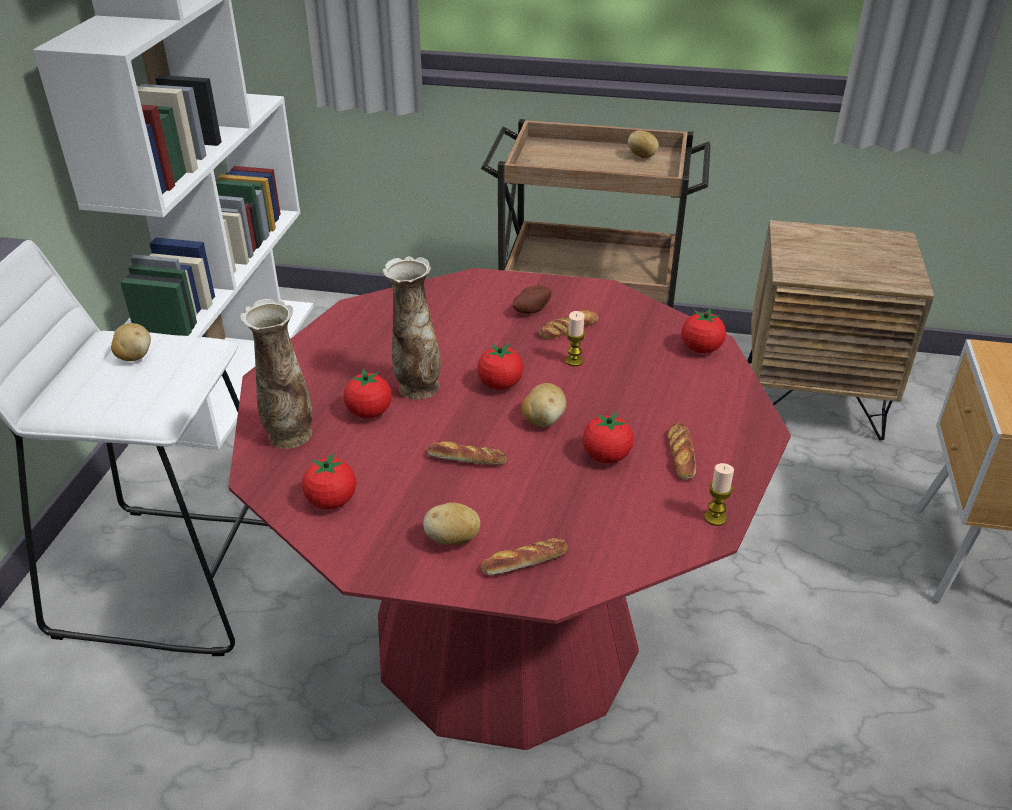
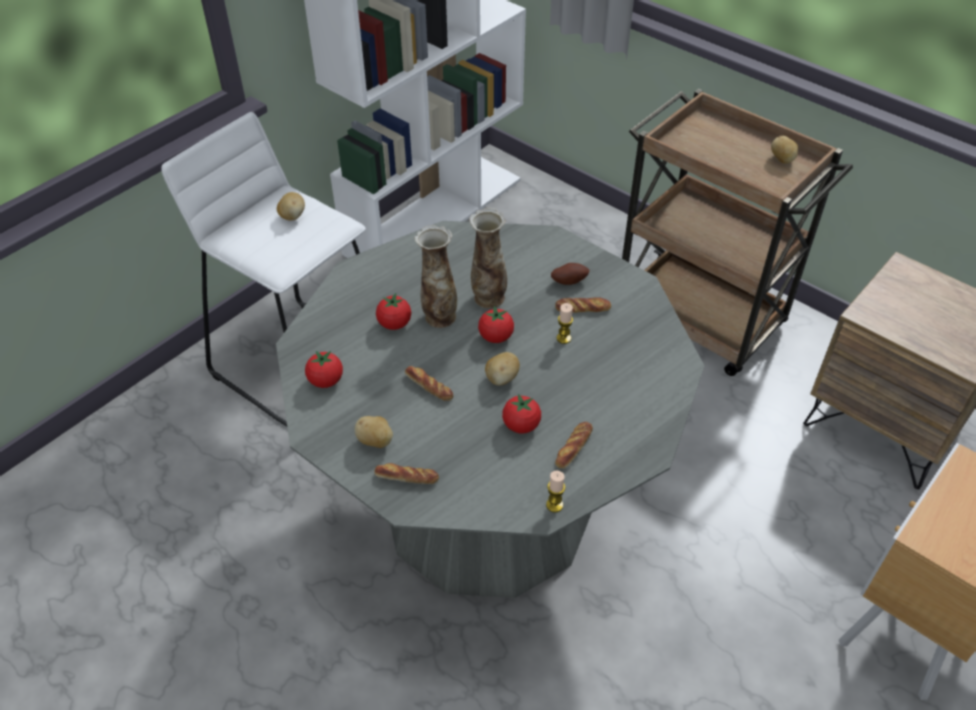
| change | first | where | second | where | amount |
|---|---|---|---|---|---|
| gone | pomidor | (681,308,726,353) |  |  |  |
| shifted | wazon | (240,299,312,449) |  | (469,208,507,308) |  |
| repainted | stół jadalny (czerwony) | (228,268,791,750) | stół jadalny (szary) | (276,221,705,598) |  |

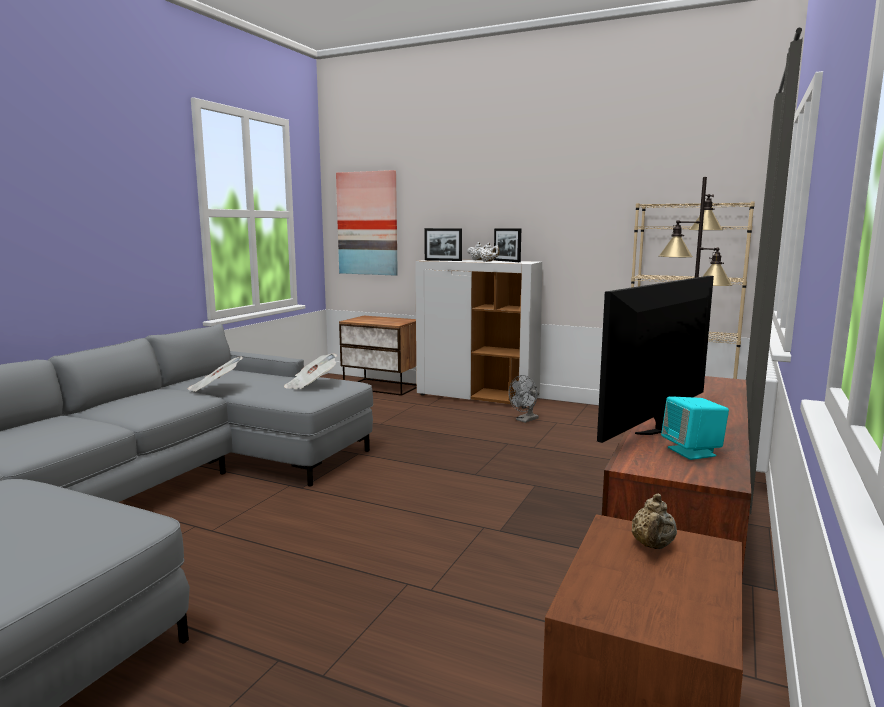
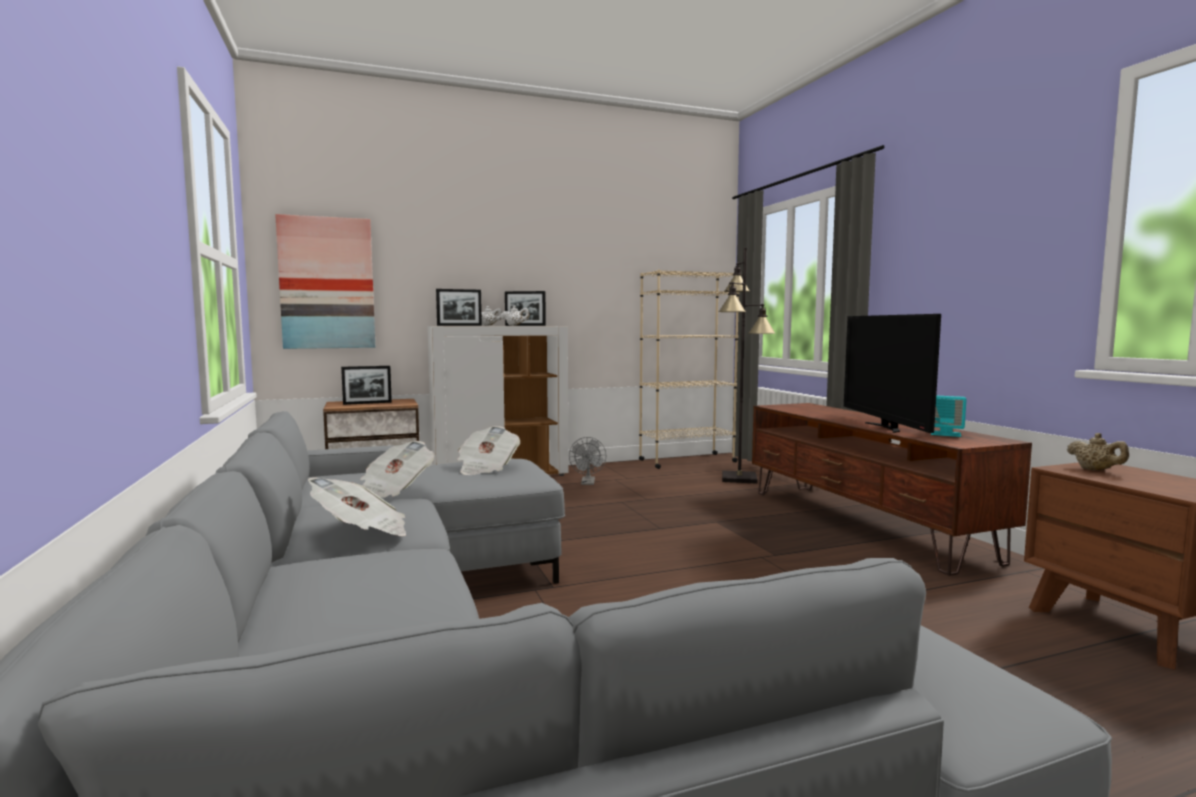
| change | first | where | second | where | amount |
|---|---|---|---|---|---|
| new |  |  | gazeta | (308,477,406,536) |  |
| new |  |  | ramka na zdjęcie | (341,366,392,405) |  |

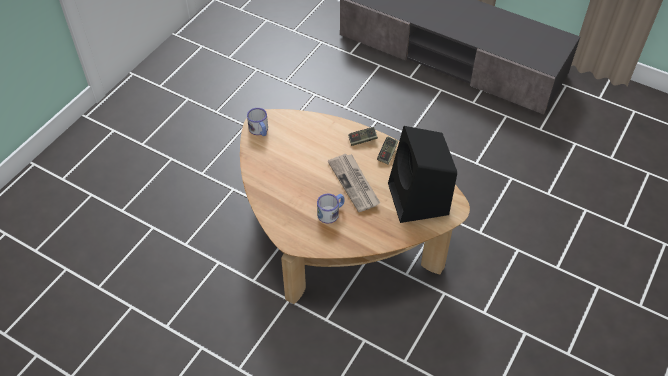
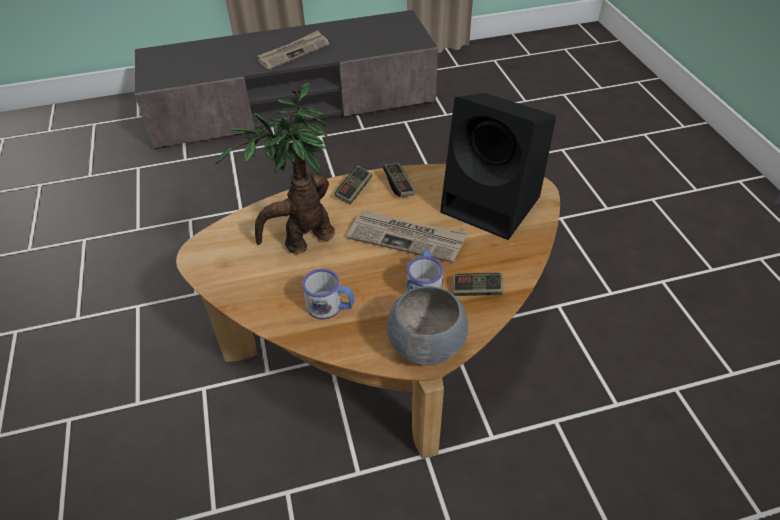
| change | first | where | second | where | amount |
|---|---|---|---|---|---|
| new |  |  | roślina doniczkowa | (215,82,335,254) |  |
| new |  |  | gazeta | (257,30,329,70) |  |
| new |  |  | miska (szary) | (387,286,468,365) |  |
| new |  |  | pad do gier | (453,273,503,296) |  |
| shifted | kubek | (247,108,268,136) |  | (302,269,354,319) |  |

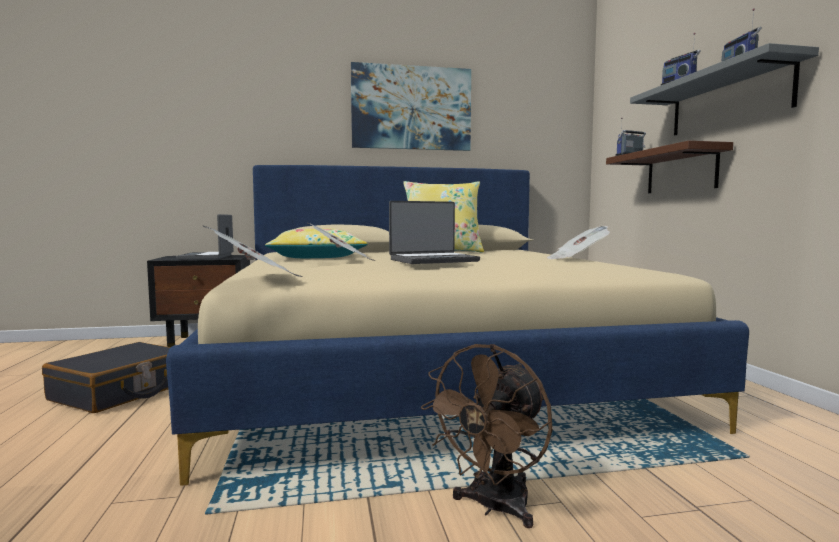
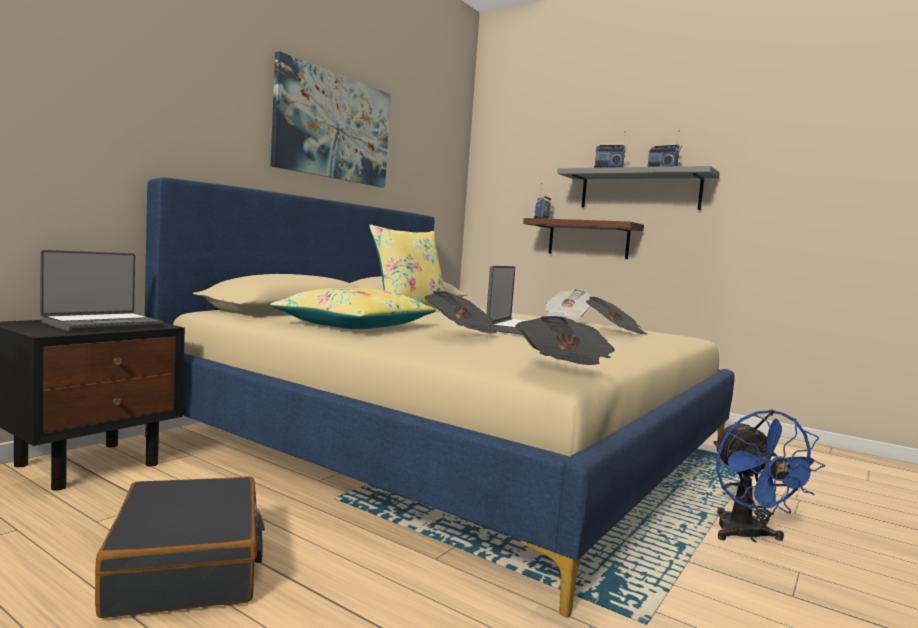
| change | first | where | second | where | amount |
|---|---|---|---|---|---|
| new |  |  | gazeta | (586,297,647,335) |  |
| repainted | wentylator (brązowy) | (421,344,553,528) | wentylator (niebieski) | (714,410,825,543) |  |
| rotated | laptop | (176,214,233,260) |  | (40,250,164,332) | 90 degrees counterclockwise |

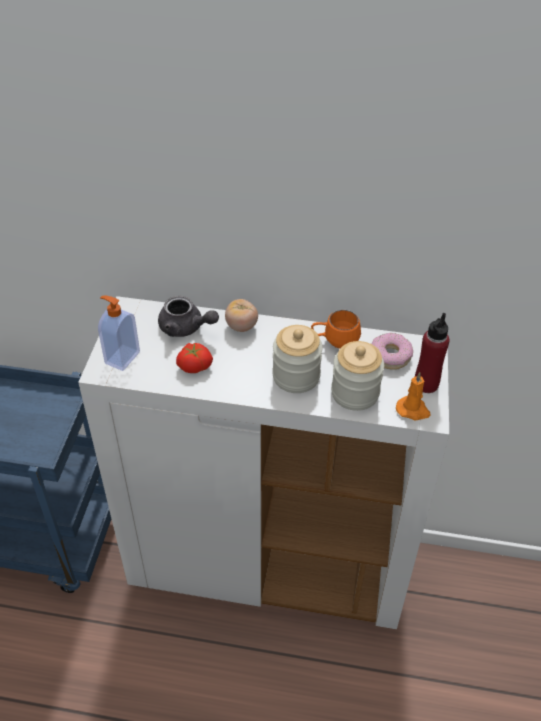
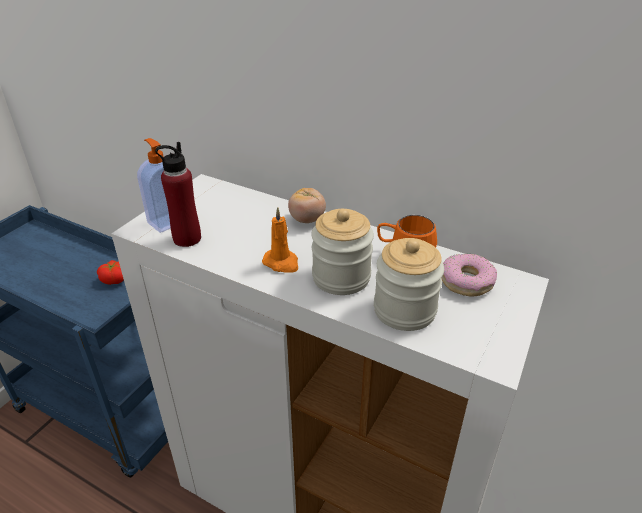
| change | first | where | second | where | amount |
|---|---|---|---|---|---|
| gone | imbryk (szary) | (158,296,219,337) |  |  |  |
| shifted | pomidor | (176,343,213,373) |  | (97,260,124,285) |  |
| shifted | świeca (pomarańczowy) | (396,372,431,420) |  | (262,207,298,273) |  |
| shifted | butelka (czerwony) | (415,313,449,393) |  | (155,142,201,247) |  |

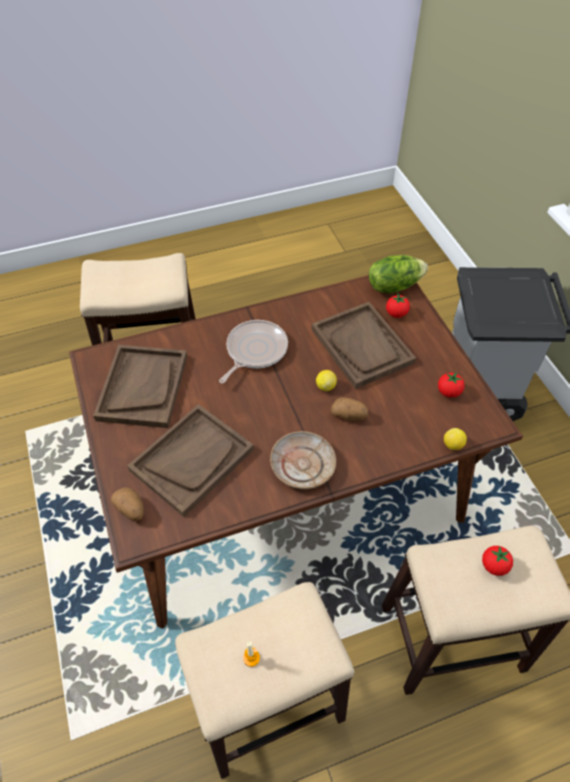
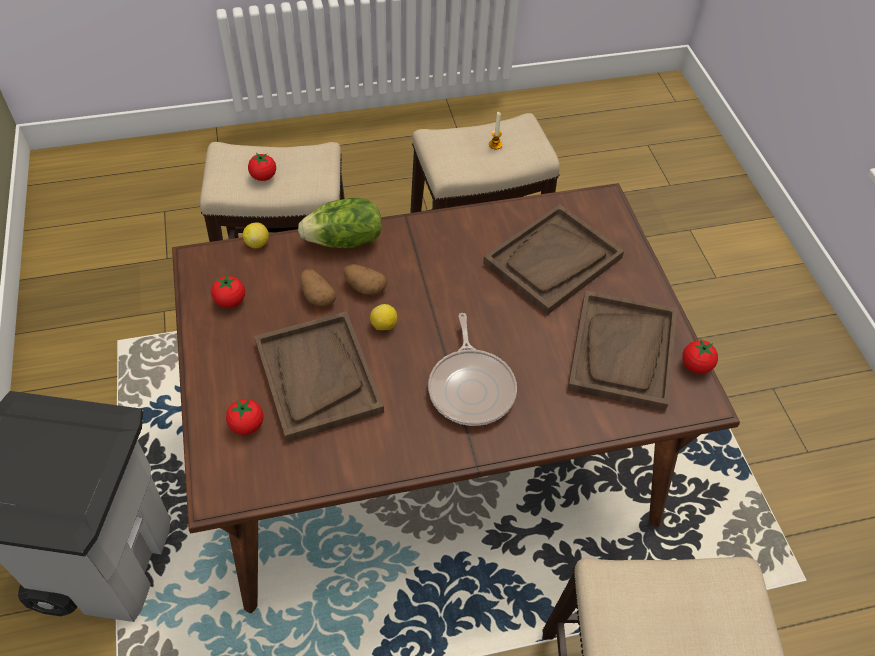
| change | first | where | second | where | amount |
|---|---|---|---|---|---|
| gone | talerz (beżowy) | (270,431,336,489) |  |  |  |
| new |  |  | pomidor | (683,340,718,374) |  |
| shifted | ziemniak | (111,488,144,521) |  | (300,269,336,306) |  |
| shifted | sałata | (369,255,428,293) |  | (298,198,382,248) |  |
| rotated | patelnia | (219,320,288,384) |  | (428,313,517,426) | 45 degrees counterclockwise |

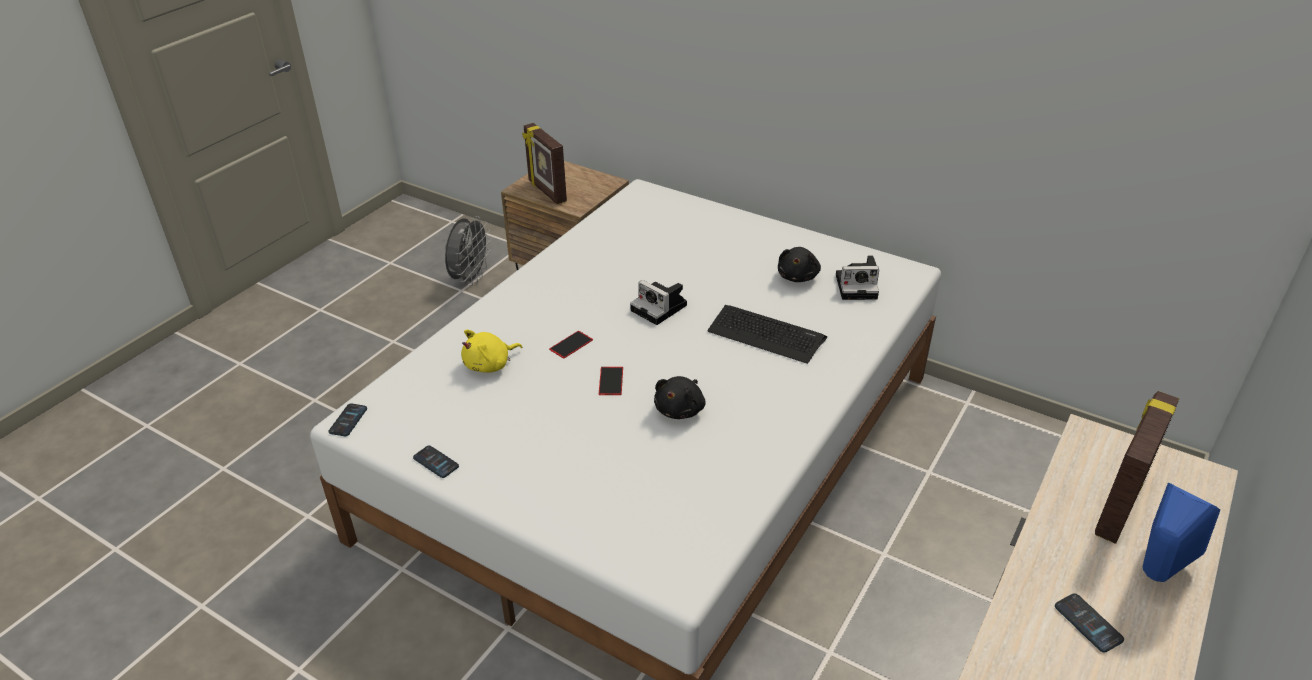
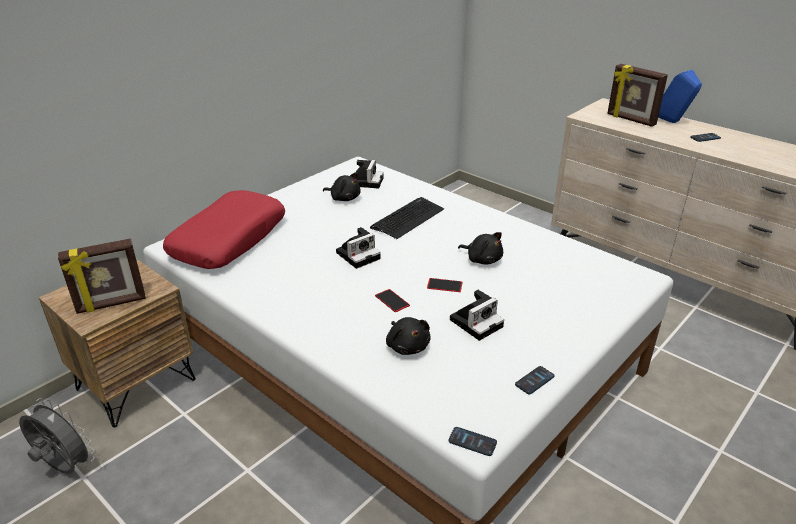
| change | first | where | second | where | amount |
|---|---|---|---|---|---|
| new |  |  | poduszka (czerwony) | (163,190,285,269) |  |
| new |  |  | aparat fotograficzny | (450,290,504,341) |  |
| repainted | pluszak (żółty) | (461,330,522,373) | pluszak (czarny) | (386,317,431,355) |  |

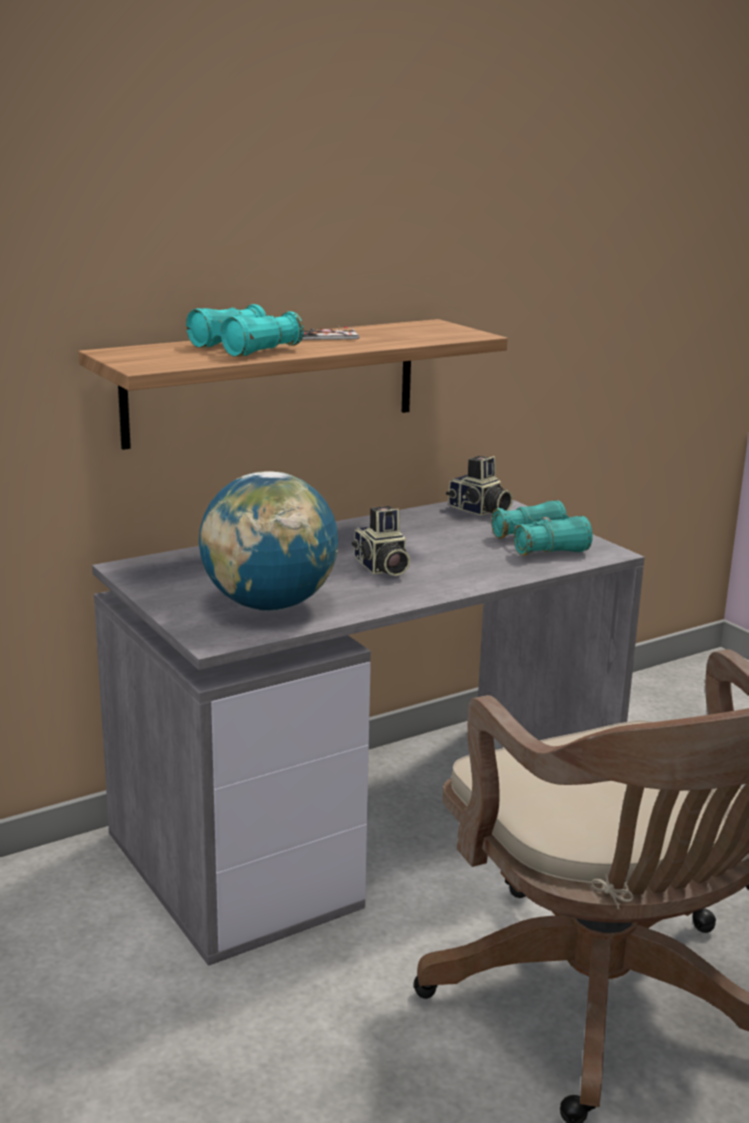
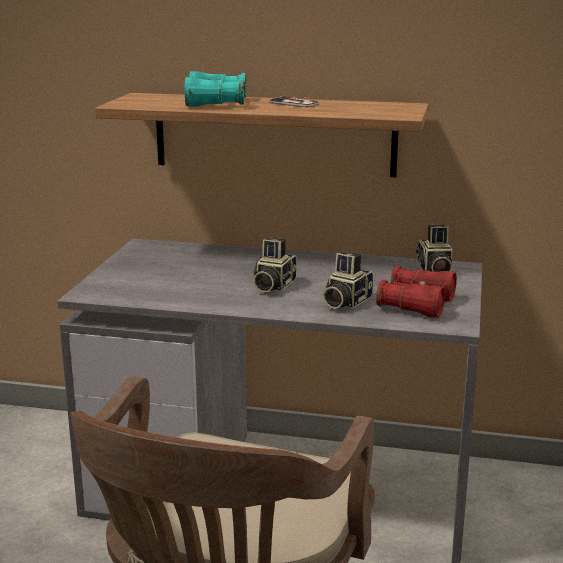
| change | first | where | second | where | amount |
|---|---|---|---|---|---|
| gone | globus | (199,471,338,611) |  |  |  |
| new |  |  | aparat fotograficzny | (323,252,373,309) |  |
| repainted | lornetka (turkusowy) | (491,501,593,556) | lornetka (czerwony) | (376,266,457,318) |  |

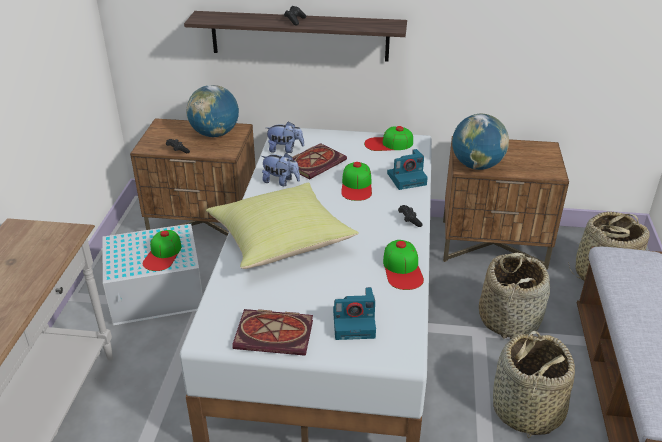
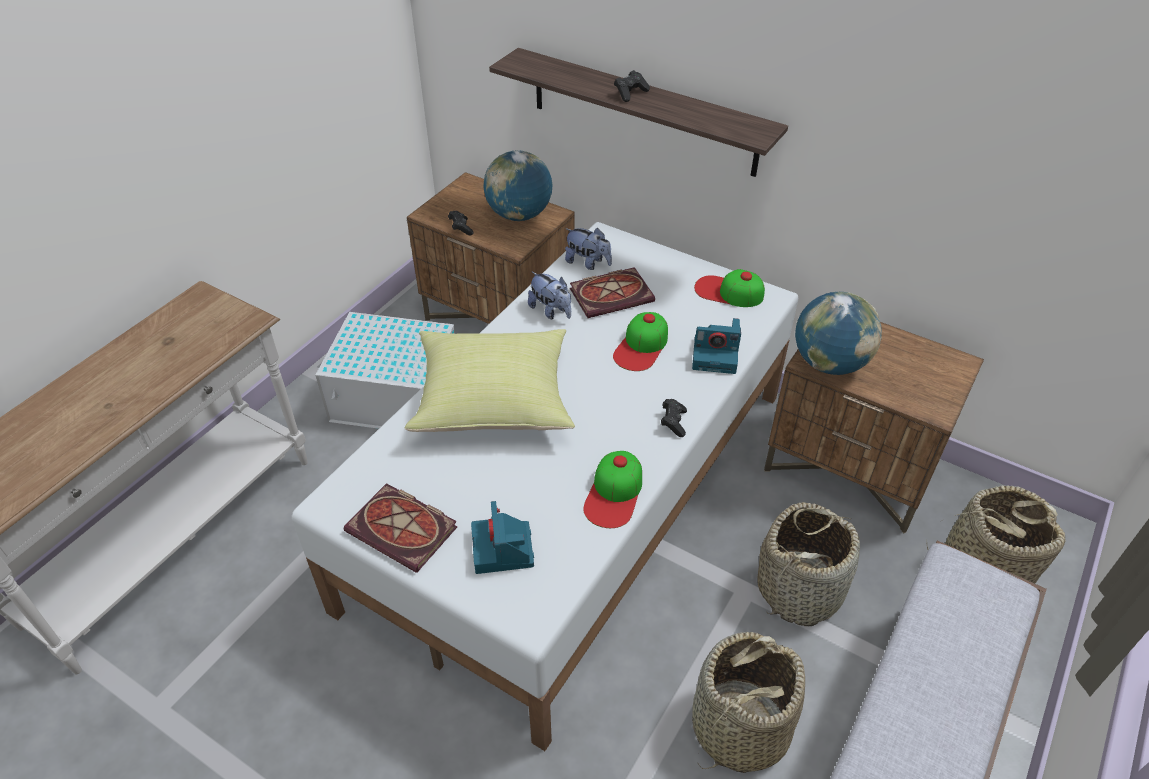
| change | first | where | second | where | amount |
|---|---|---|---|---|---|
| gone | czapka z daszkiem | (143,230,181,271) |  |  |  |
| rotated | aparat fotograficzny | (333,287,376,340) |  | (471,501,534,574) | 60 degrees clockwise |

